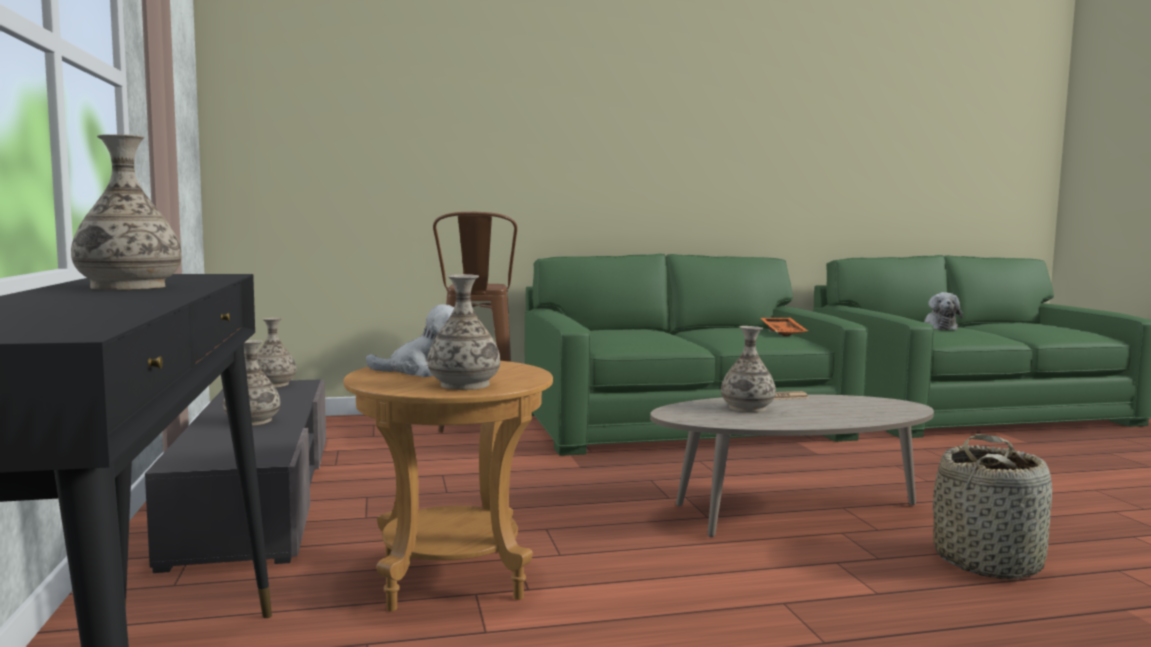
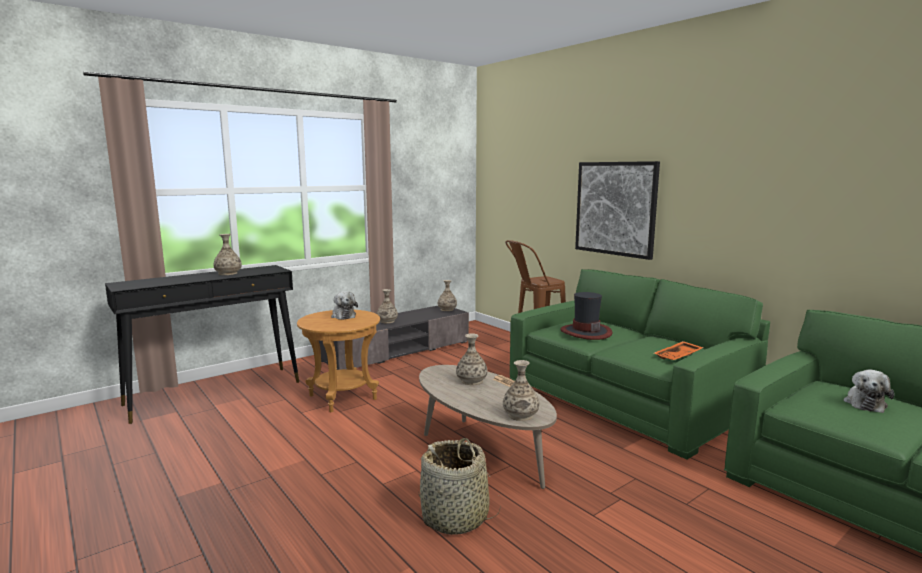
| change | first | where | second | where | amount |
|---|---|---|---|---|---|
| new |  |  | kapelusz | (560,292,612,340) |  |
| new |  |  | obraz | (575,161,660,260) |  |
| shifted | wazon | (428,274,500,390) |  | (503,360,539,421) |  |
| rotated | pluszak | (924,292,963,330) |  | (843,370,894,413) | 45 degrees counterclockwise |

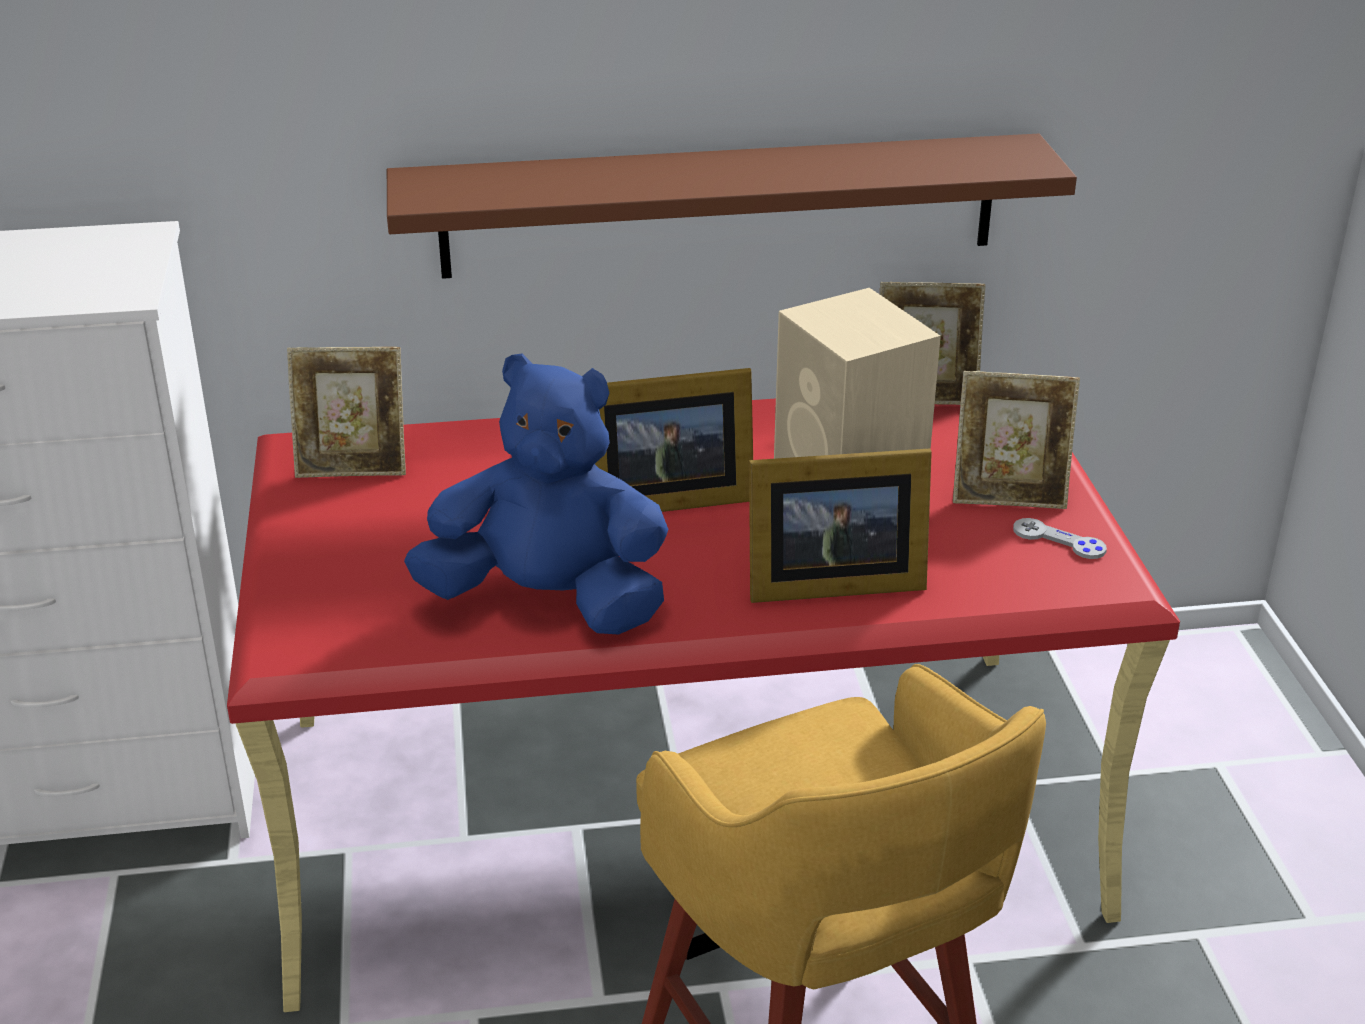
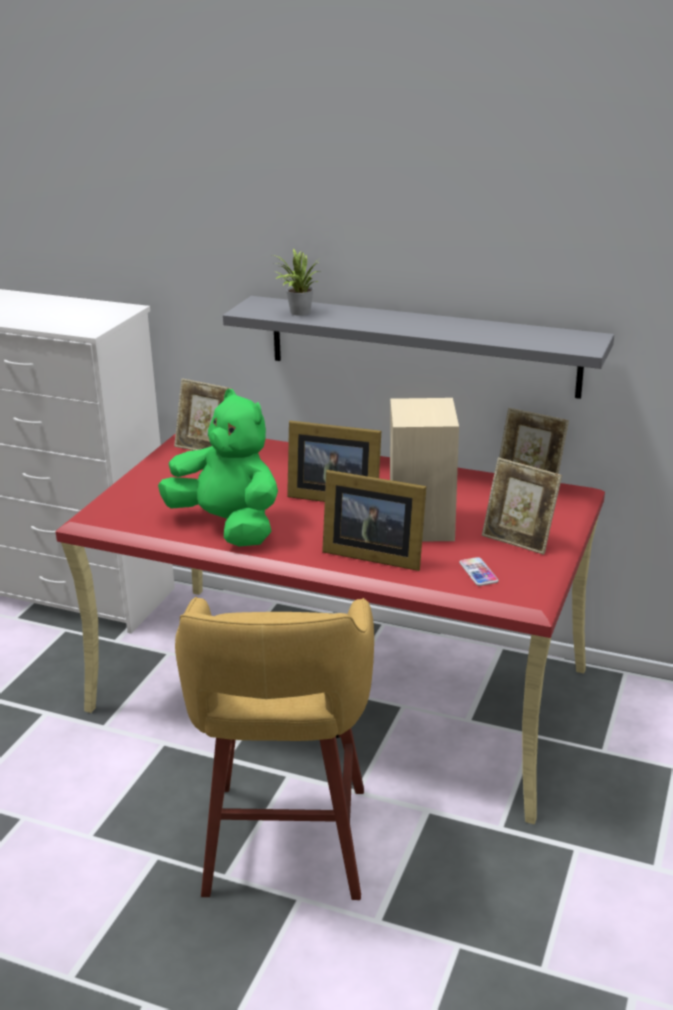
| change | first | where | second | where | amount |
|---|---|---|---|---|---|
| gone | pad do gier (szary) | (1013,518,1107,559) |  |  |  |
| new |  |  | roślina doniczkowa | (272,249,320,316) |  |
| new |  |  | telefon | (459,557,499,586) |  |
| repainted | półka (brązowy) | (387,134,1077,279) | półka (szary) | (223,296,614,399) |  |
| repainted | pluszak (niebieski) | (404,354,668,635) | pluszak (zielony) | (158,389,278,547) |  |

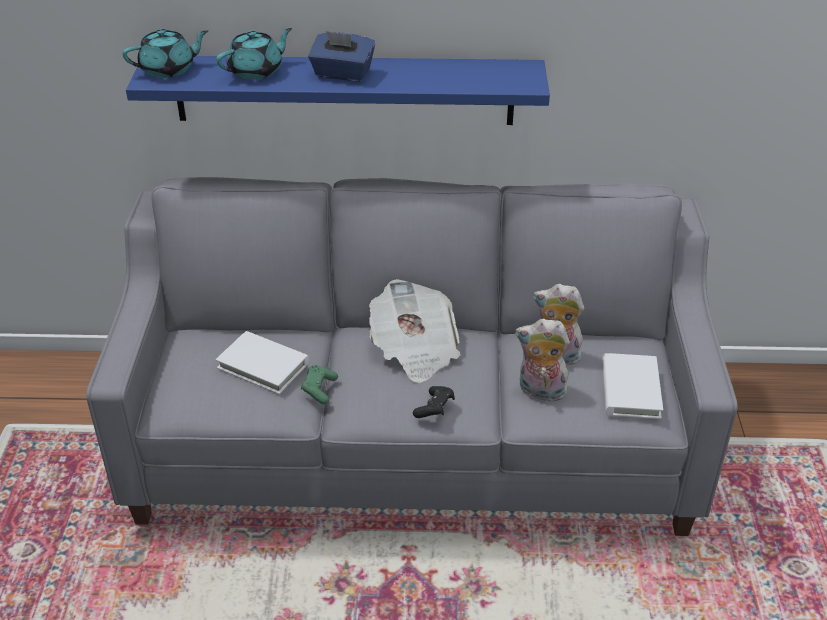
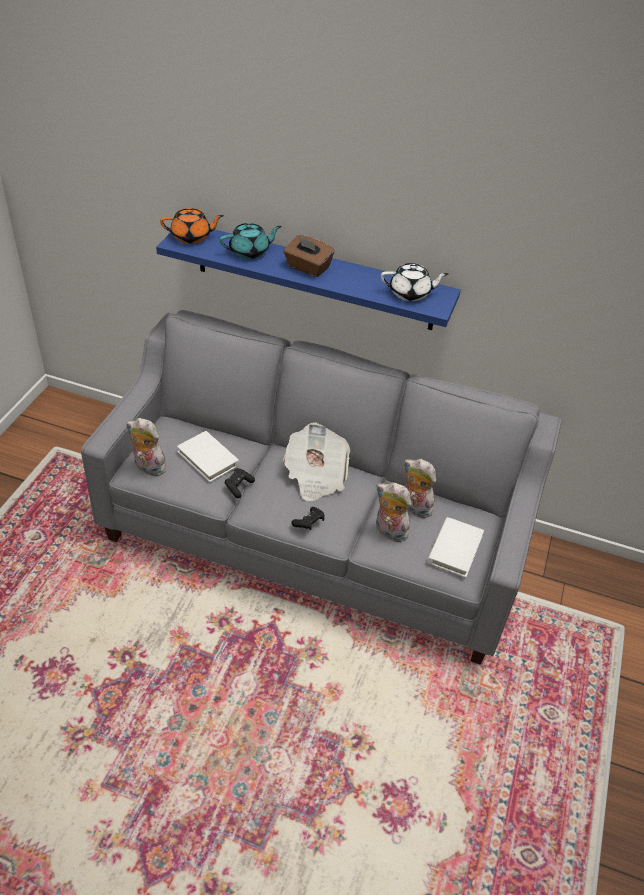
| change | first | where | second | where | amount |
|---|---|---|---|---|---|
| new |  |  | pluszak | (126,418,167,476) |  |
| new |  |  | imbryk (biały) | (381,263,448,301) |  |
| repainted | imbryk (turkusowy) | (122,29,208,78) | imbryk (pomarańczowy) | (160,208,224,244) |  |
| repainted | pad do gier (zielony) | (301,365,338,404) | pad do gier (czarny) | (225,468,255,498) |  |
| repainted | pudełko chusteczek (niebieski) | (308,31,375,82) | pudełko chusteczek (brązowy) | (284,235,334,277) |  |

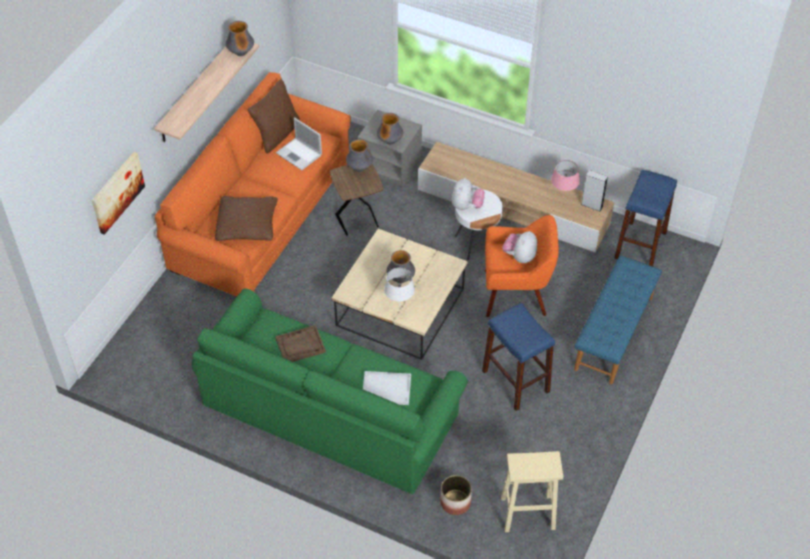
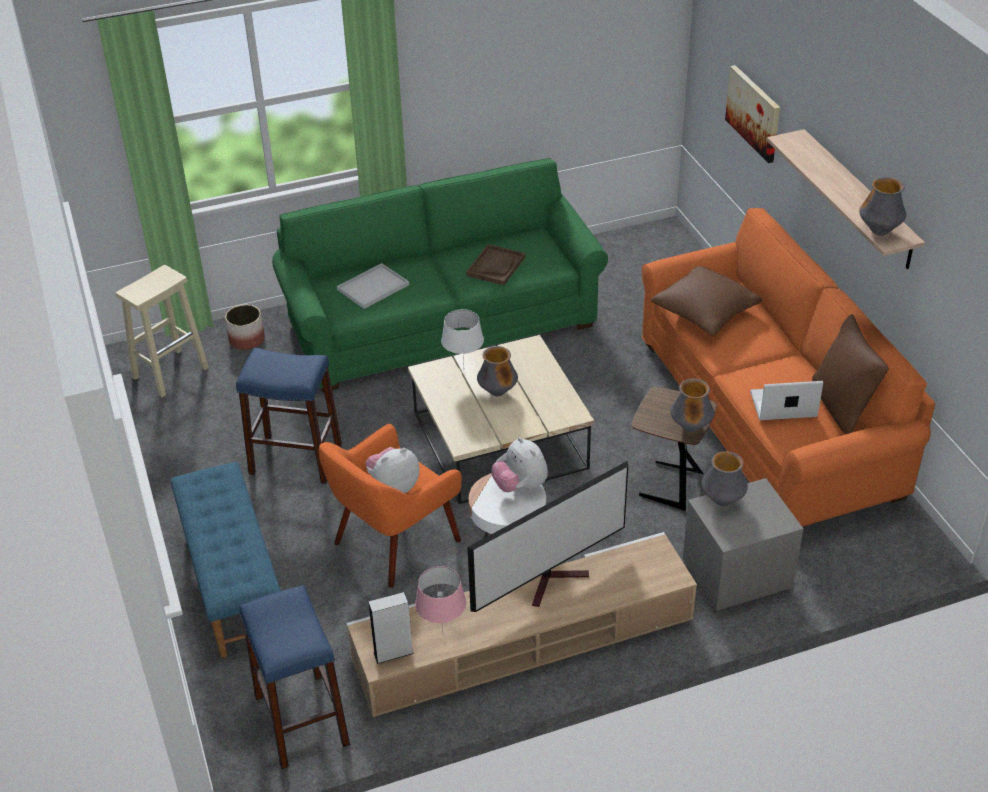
| change | first | where | second | where | amount |
|---|---|---|---|---|---|
| new |  |  | telewizor | (468,461,628,612) |  |
| rotated | pluszak | (502,231,537,263) |  | (365,447,419,494) | 105 degrees counterclockwise |

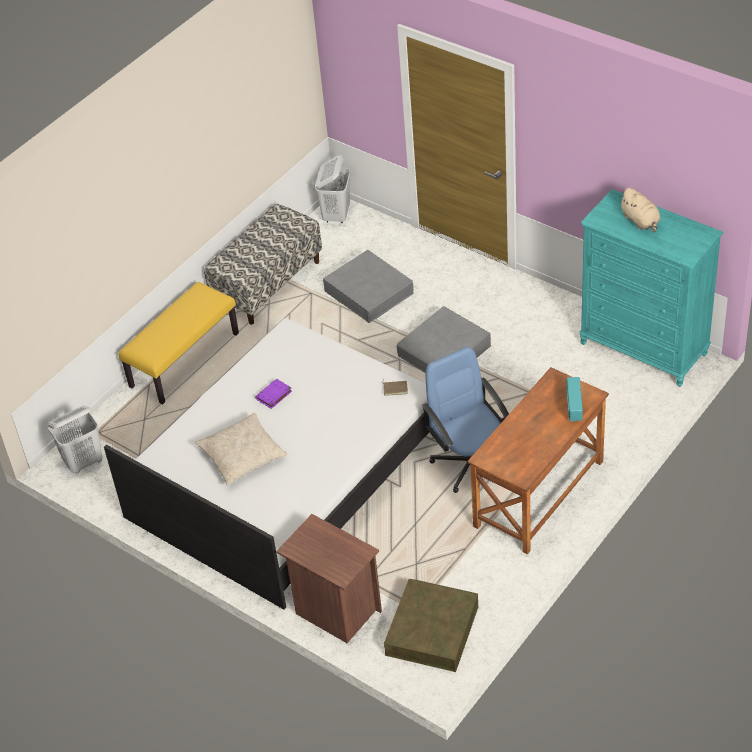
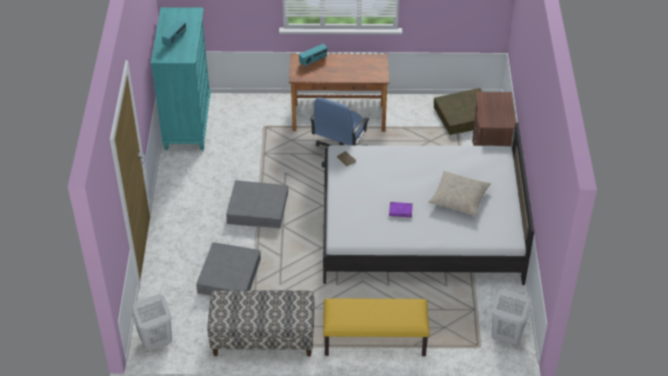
| change | first | where | second | where | amount |
|---|---|---|---|---|---|
| swapped | pluszak (beżowy) | (619,188,661,232) | radio | (161,20,186,47) |  |

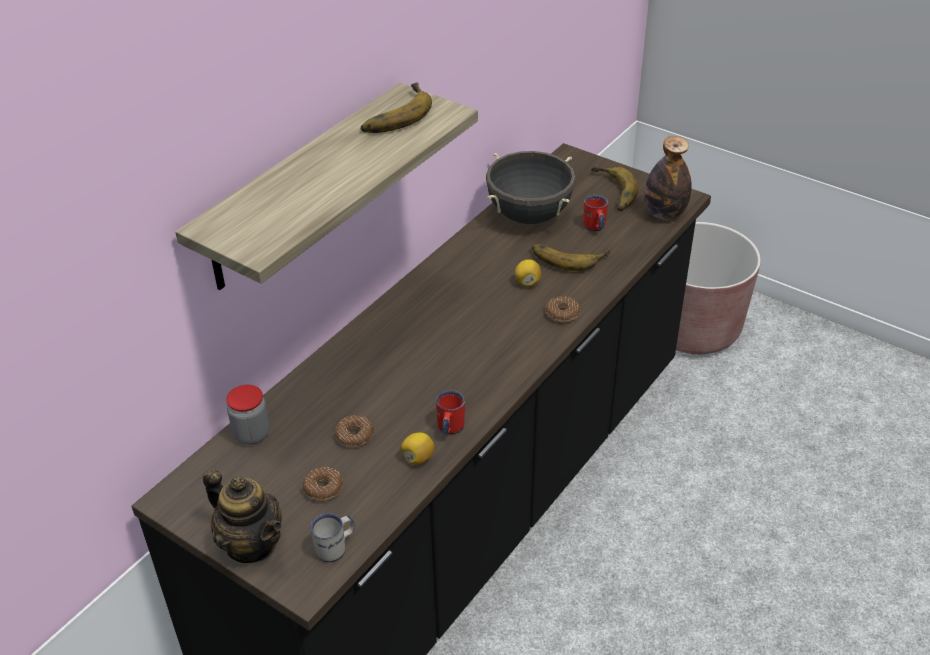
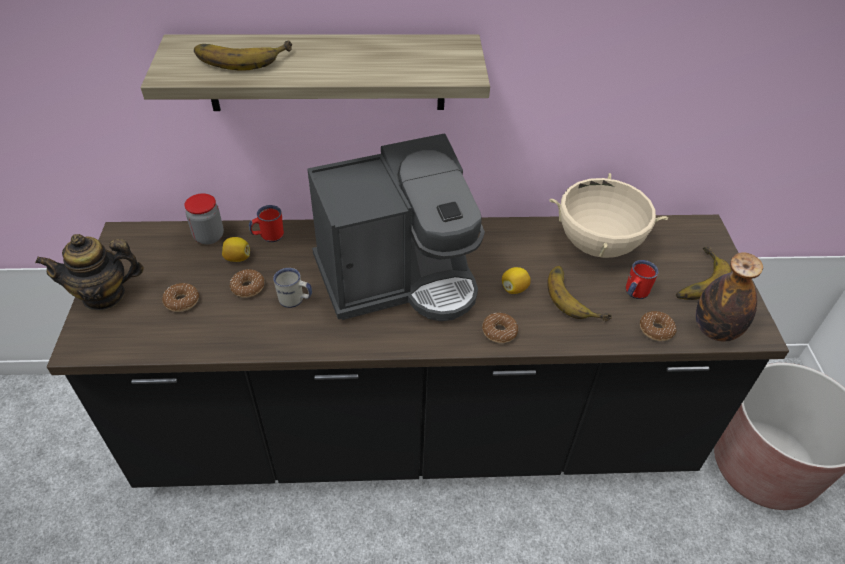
| change | first | where | second | where | amount |
|---|---|---|---|---|---|
| new |  |  | ekspres do kawy | (307,133,485,321) |  |
| new |  |  | donut | (640,311,677,341) |  |
| shifted | kubek (biały) | (310,513,355,562) |  | (273,268,312,308) |  |
| shifted | banan | (361,82,432,133) |  | (194,40,292,71) |  |
| shifted | cytryna | (401,433,435,465) |  | (222,237,250,262) |  |
| shifted | kubek (czerwony) | (436,390,465,434) |  | (249,205,284,242) |  |
| repainted | garnek (czarny) | (486,151,576,224) | garnek (beżowy) | (549,173,668,258) |  |
| rotated | imbryk | (203,468,282,563) |  | (35,234,144,311) | 75 degrees clockwise |

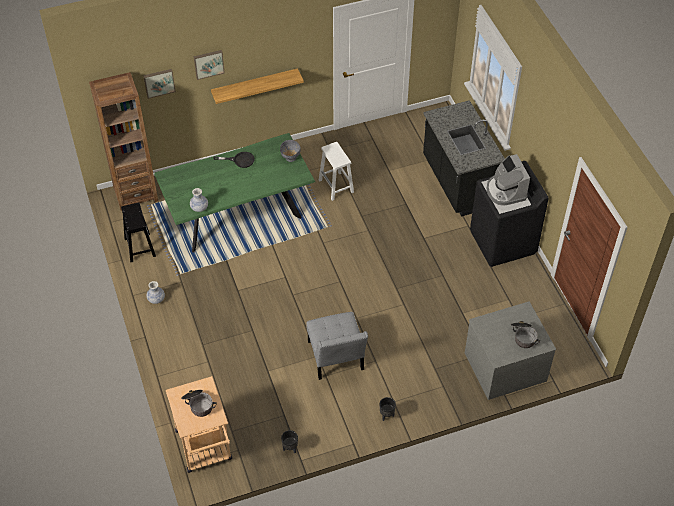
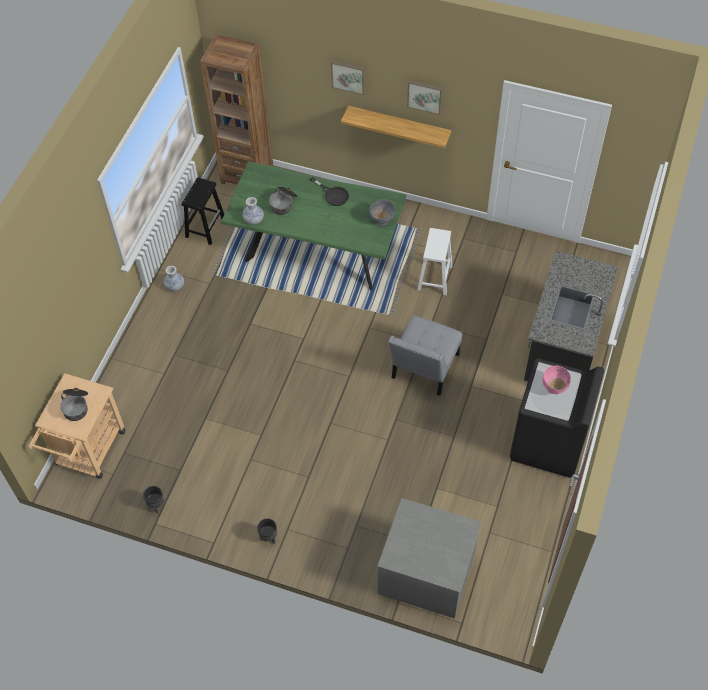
| change | first | where | second | where | amount |
|---|---|---|---|---|---|
| shifted | obraz | (143,69,176,99) |  | (407,80,442,115) |  |
| shifted | krzesło (szary) | (306,312,368,380) |  | (388,315,462,396) |  |
| shifted | garnek | (511,321,540,348) |  | (269,186,298,215) |  |
| swapped | ekspres do kawy | (486,154,530,206) | miska (różowy) | (542,365,571,394) |  |

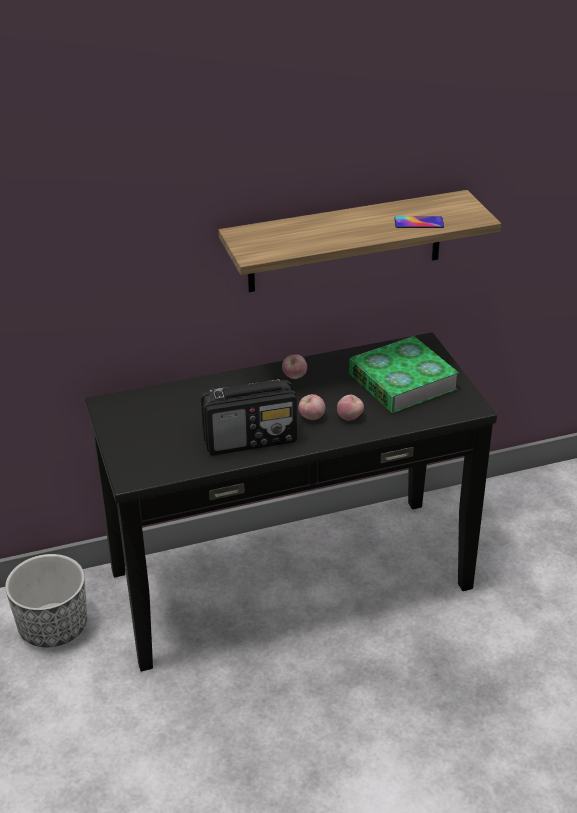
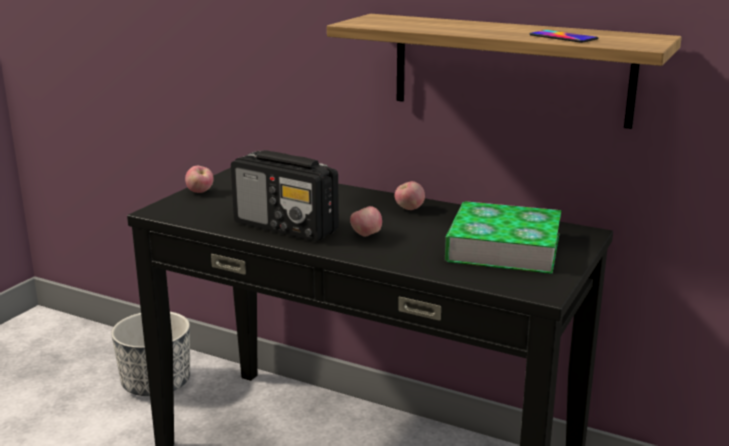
| change | first | where | second | where | amount |
|---|---|---|---|---|---|
| shifted | jabłko | (337,395,364,421) |  | (185,166,213,193) |  |

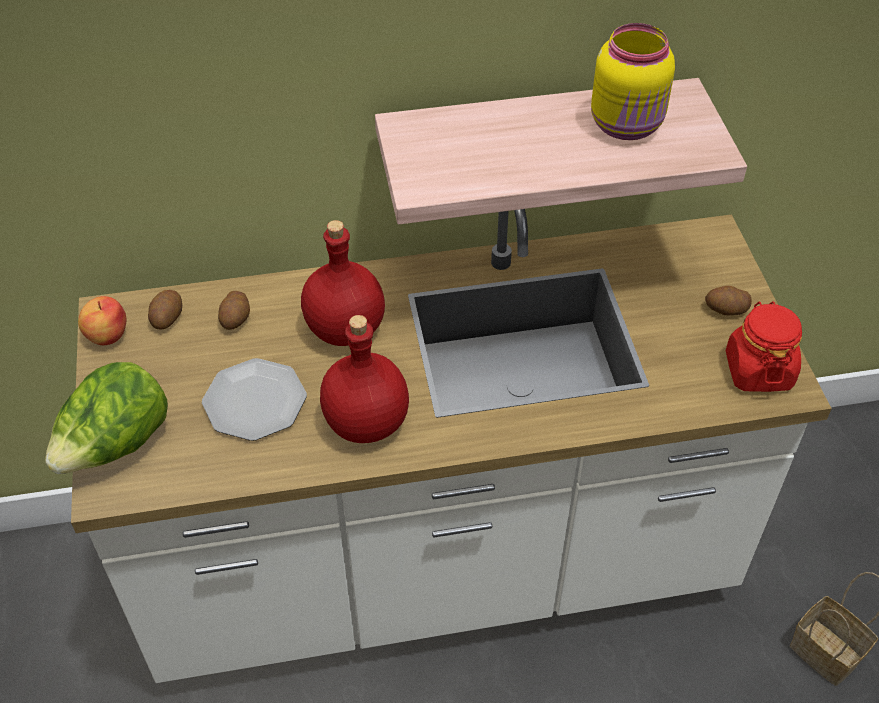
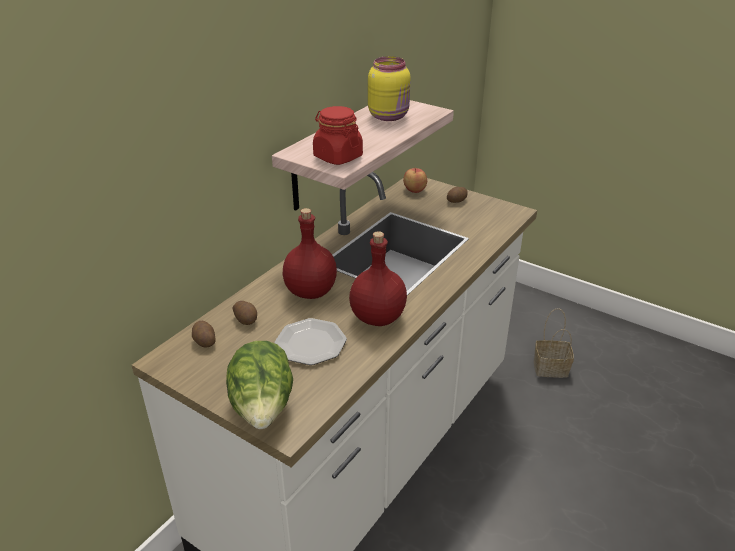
| change | first | where | second | where | amount |
|---|---|---|---|---|---|
| shifted | jabłko | (78,296,126,345) |  | (403,168,427,193) |  |
| shifted | słoik (czerwony) | (726,301,802,392) |  | (313,106,363,165) |  |

